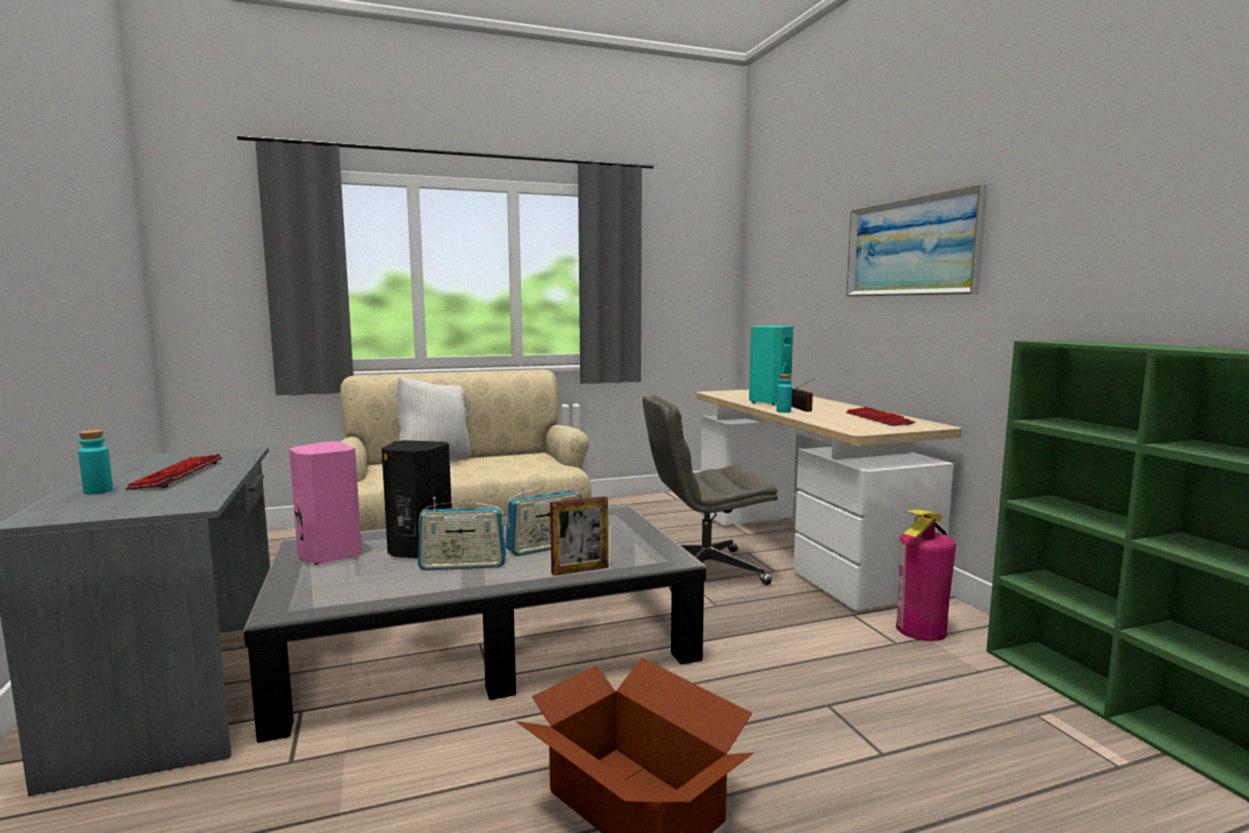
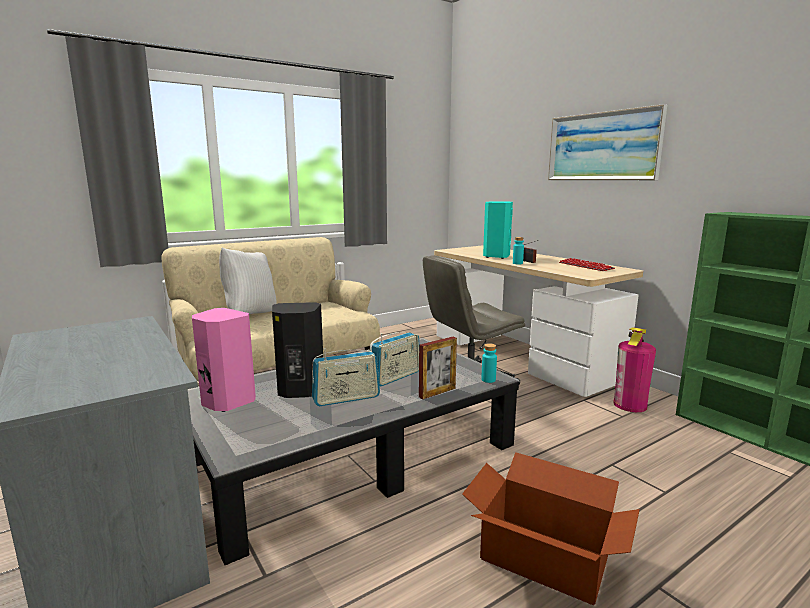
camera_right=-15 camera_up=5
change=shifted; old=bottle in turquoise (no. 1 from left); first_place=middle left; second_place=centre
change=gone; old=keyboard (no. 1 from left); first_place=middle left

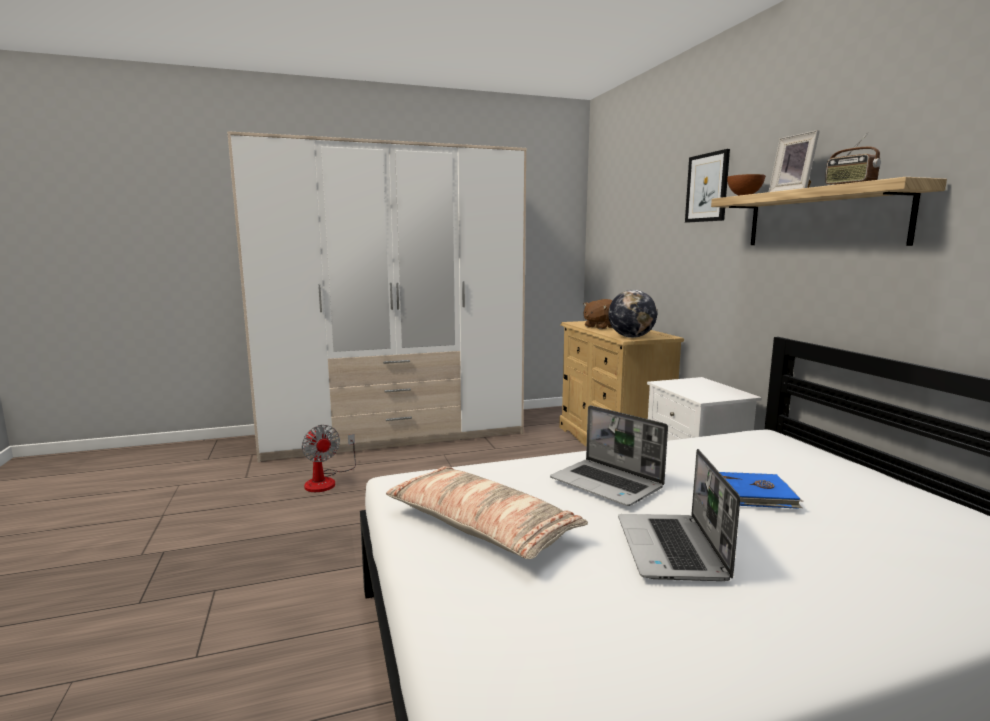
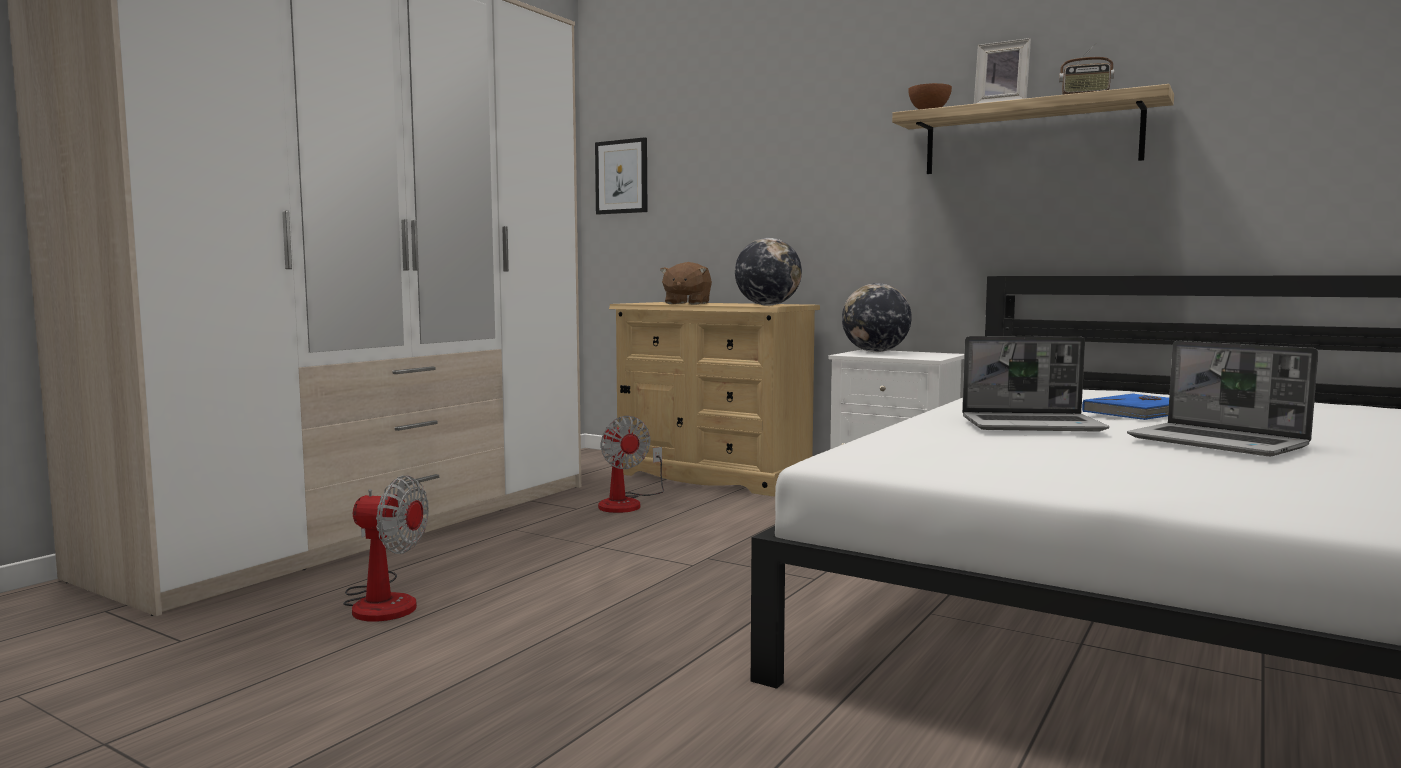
camera_right=-40 camera_up=-5
change=shifted; old=picture; first_place=top right; second_place=top centre
change=gone; old=pillow; first_place=bottom centre
change=new; new=globe (no. 2 from left); second_place=centre
change=new; new=fan (no. 2 from left); second_place=centre

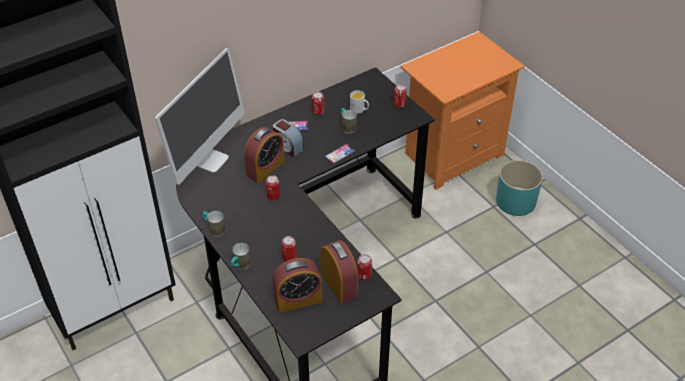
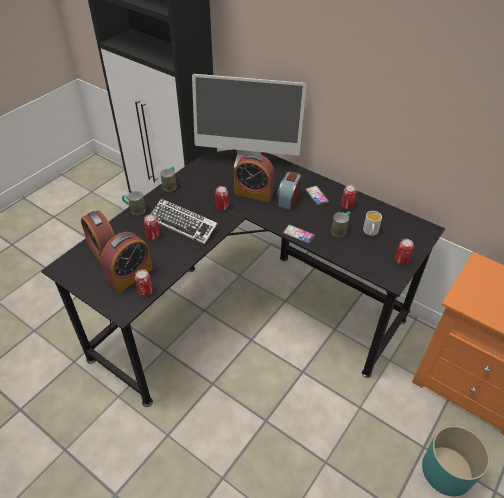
camera_right=70 camera_up=0
change=new; new=keyboard; second_place=centre

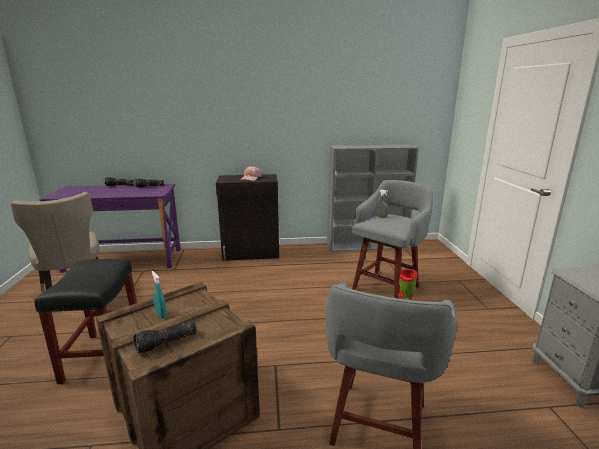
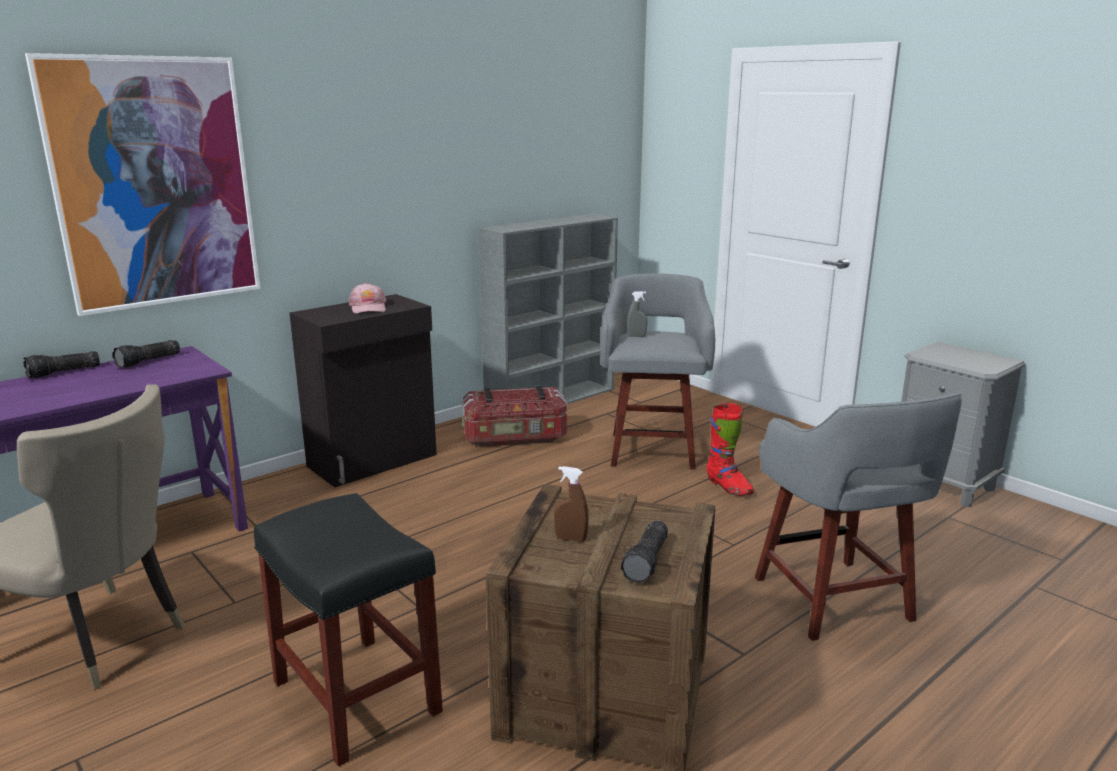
camera_right=-35 camera_up=0
change=repainted; old=spray bottle in turquoise; new=spray bottle in brown; first_place=middle left; second_place=centre
change=new; new=picture; second_place=top left
change=new; new=storage box; second_place=centre

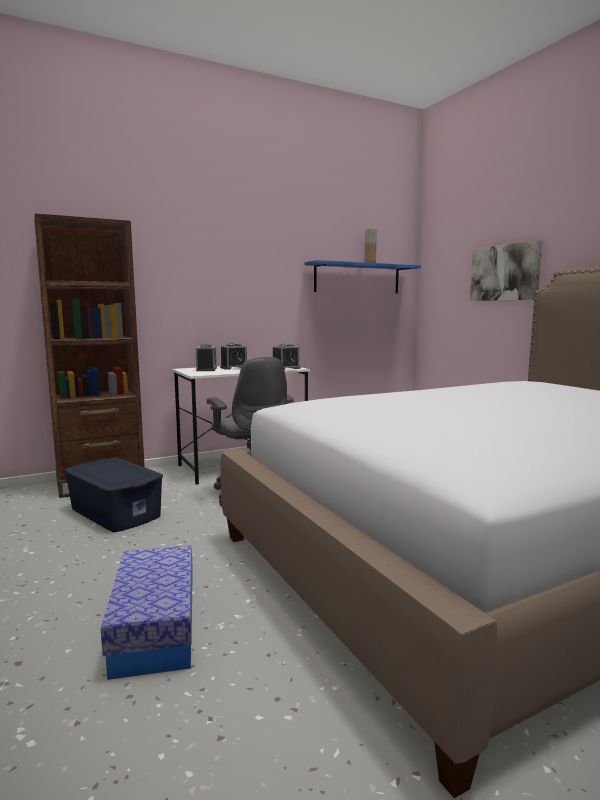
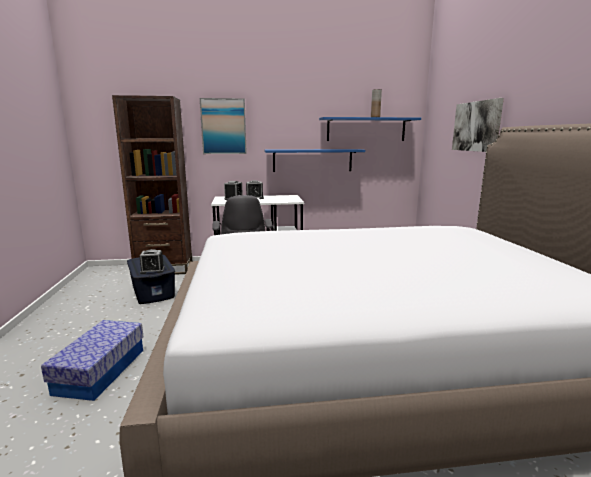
camera_right=20 camera_up=5
change=shifted; old=alarm clock (no. 3 from left in the first image); new=alarm clock (no. 1 from left); first_place=centre; second_place=middle left
change=new; new=picture (no. 1 from left); second_place=top centre
change=new; new=shelf in blue (no. 1 from left); second_place=centre

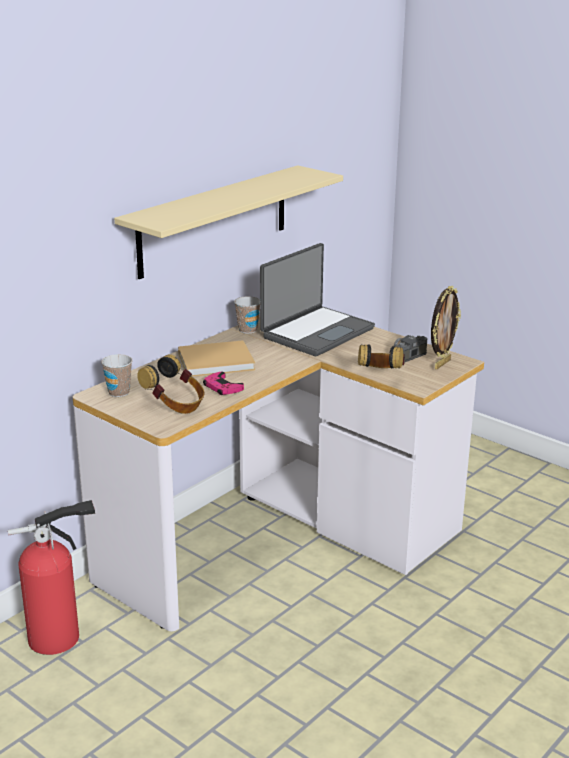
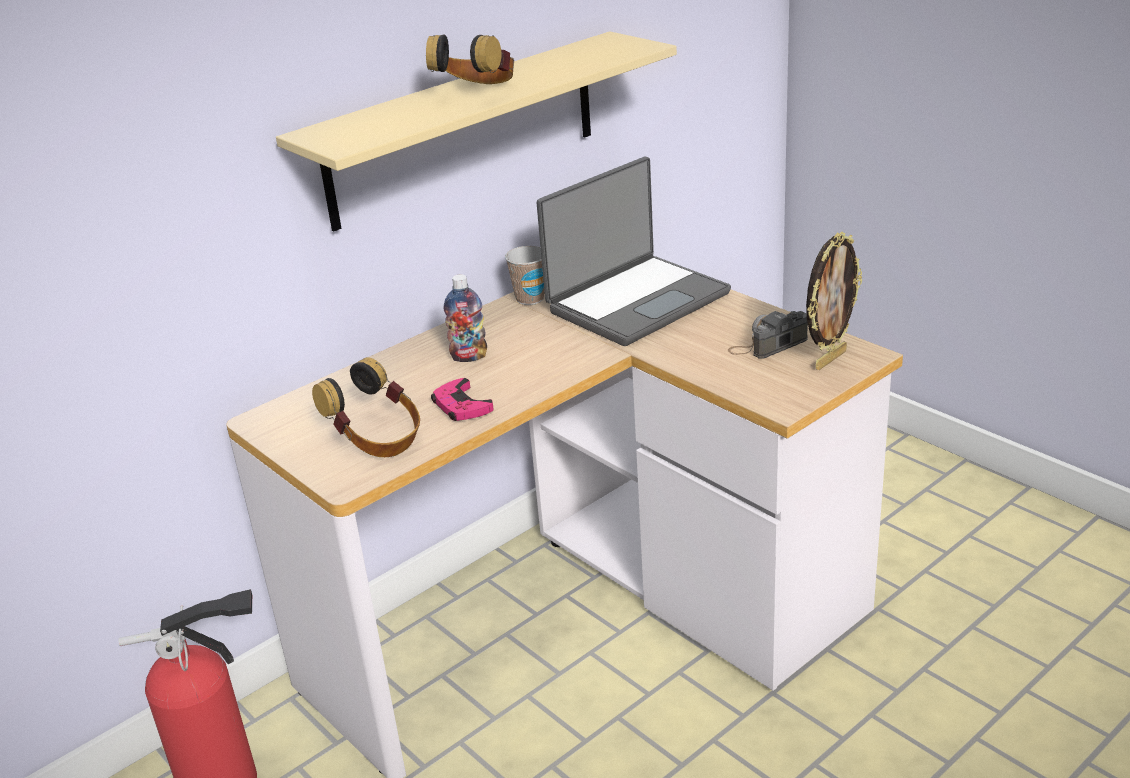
camera_right=10 camera_up=5
change=swapped; old=book in beige; new=bottle; first_place=centre; second_place=centre
change=shifted; old=headphones (no. 2 from left); first_place=middle right; second_place=top centre
change=gone; old=cup (no. 1 from left); first_place=middle left

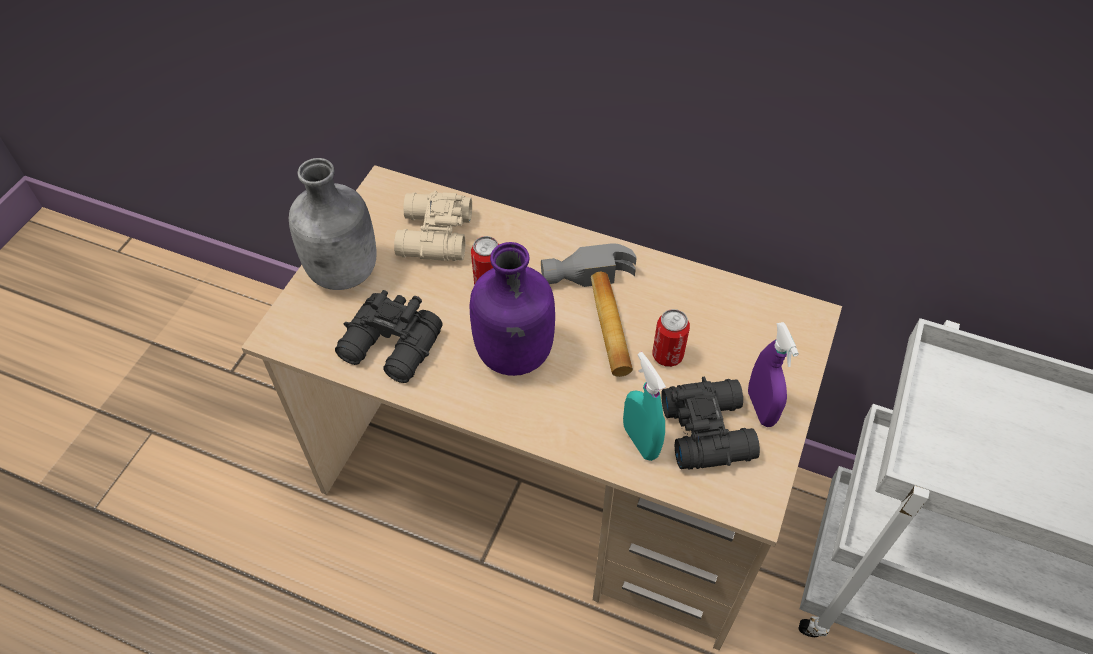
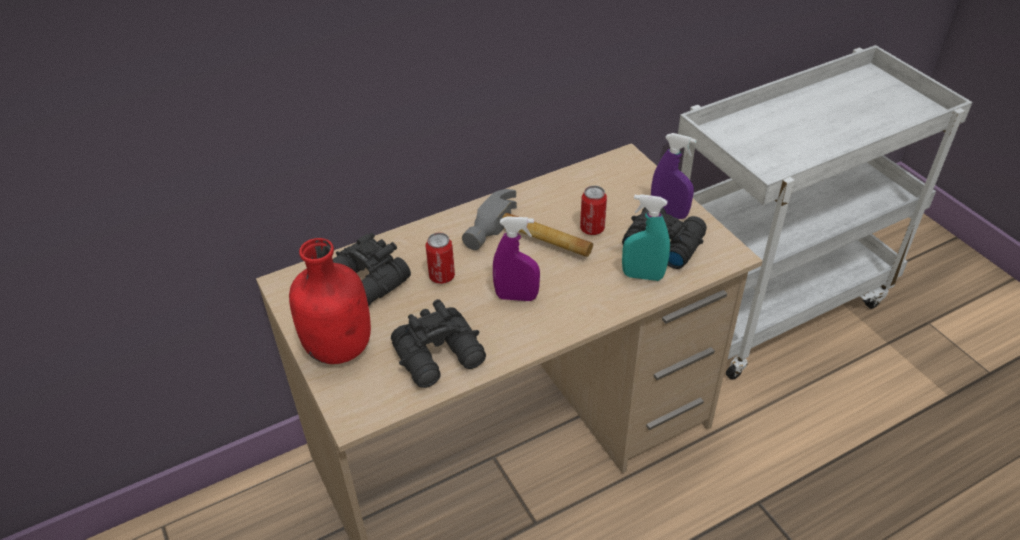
camera_right=-50 camera_up=-10
change=repainted; old=bottle in grey; new=bottle in red; first_place=middle left; second_place=middle left
change=repainted; old=binoculars in beige; new=binoculars in black (no. 1 from left); first_place=centre; second_place=centre
change=swapped; old=bottle in purple; new=spray bottle in purple (no. 1 from left); first_place=centre; second_place=centre

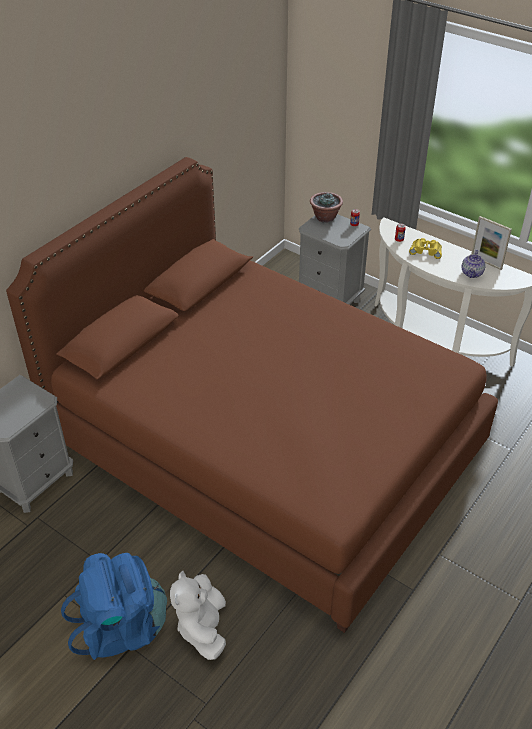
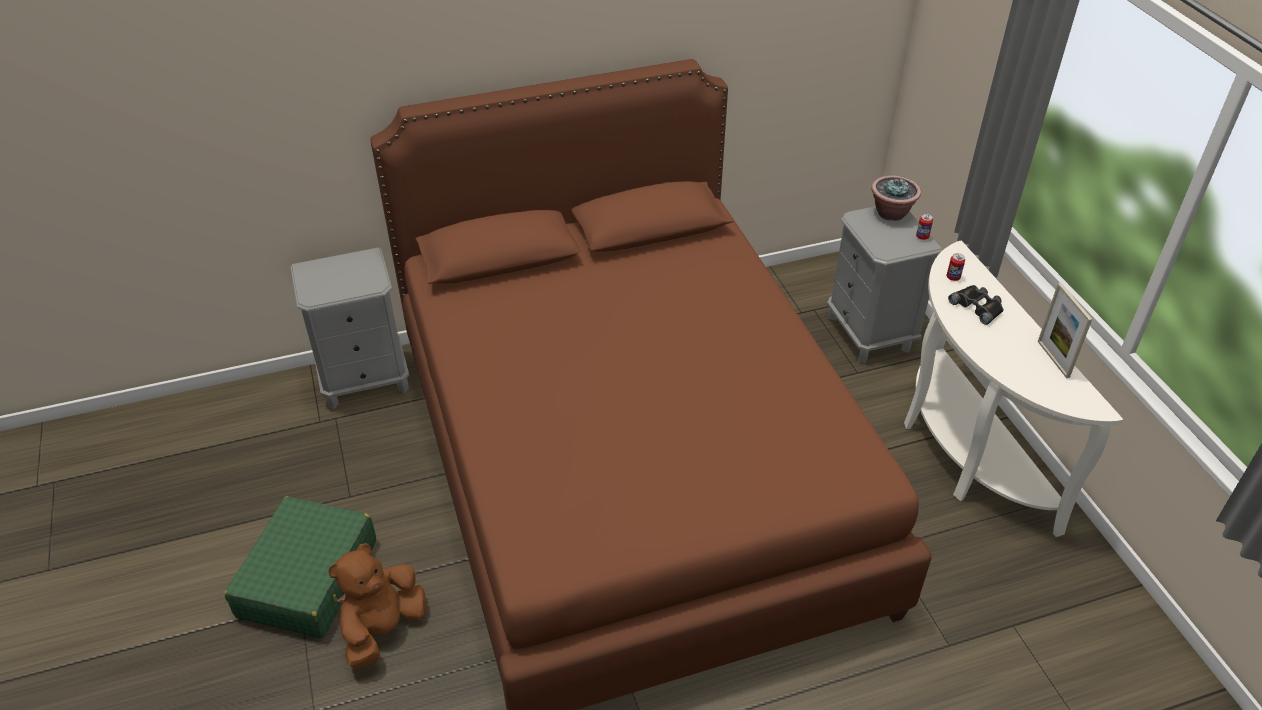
camera_right=35 camera_up=0
change=repainted; old=binoculars in yellow; new=binoculars in black; first_place=middle right; second_place=middle right
change=gone; old=teapot; first_place=middle right
change=swapped; old=backpack in blue; new=suitcase in green; first_place=bottom left; second_place=bottom left
change=repainted; old=plush toy in white; new=plush toy in brown; first_place=bottom centre; second_place=bottom left

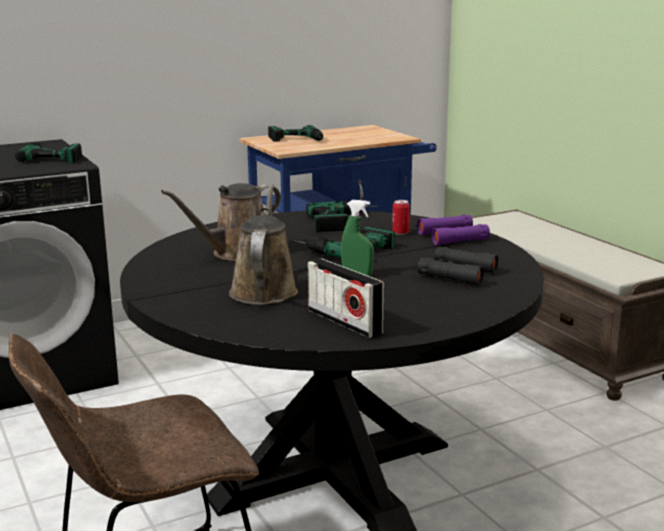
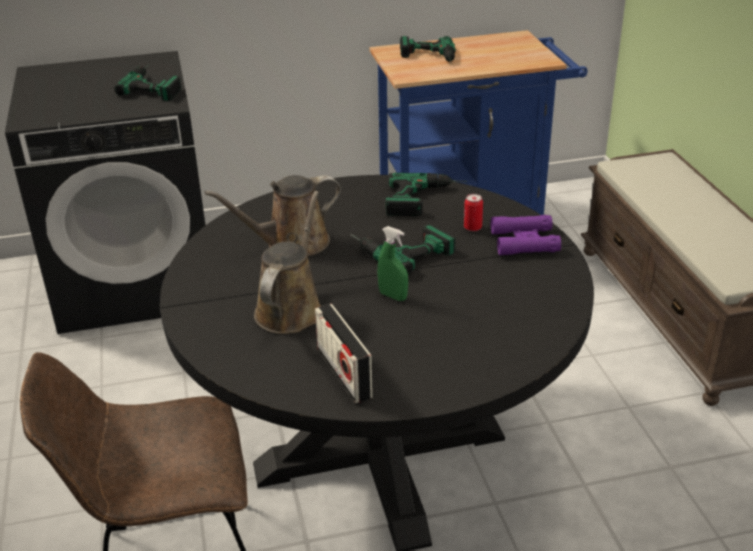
camera_right=15 camera_up=15
change=gone; old=binoculars in black; first_place=middle right

